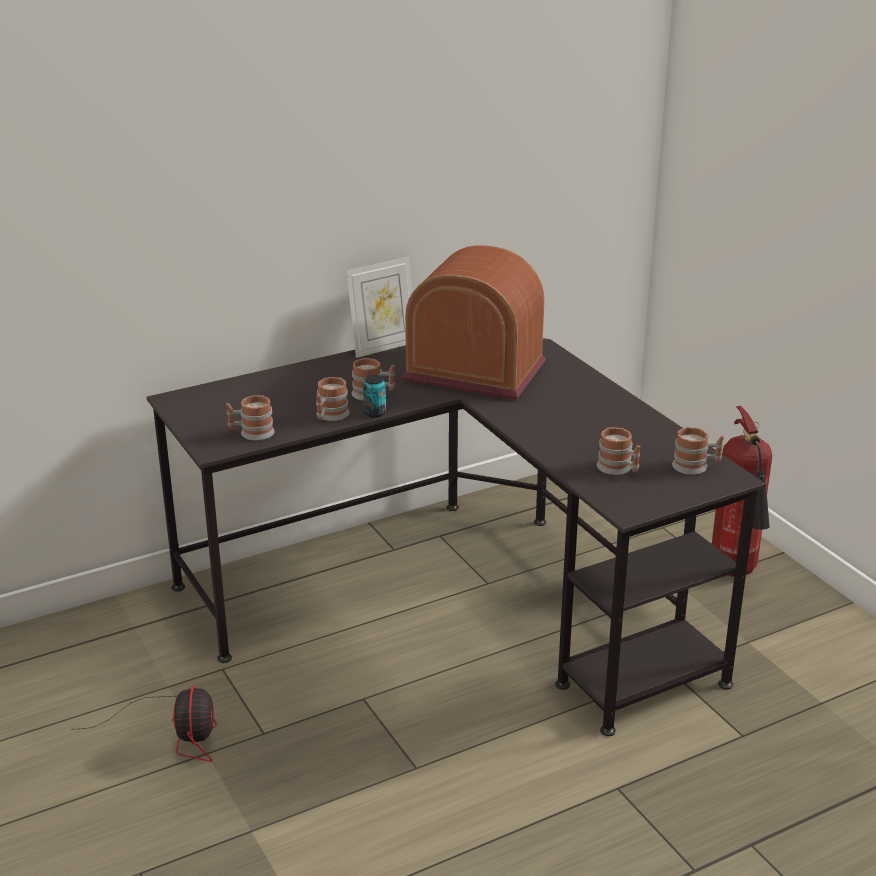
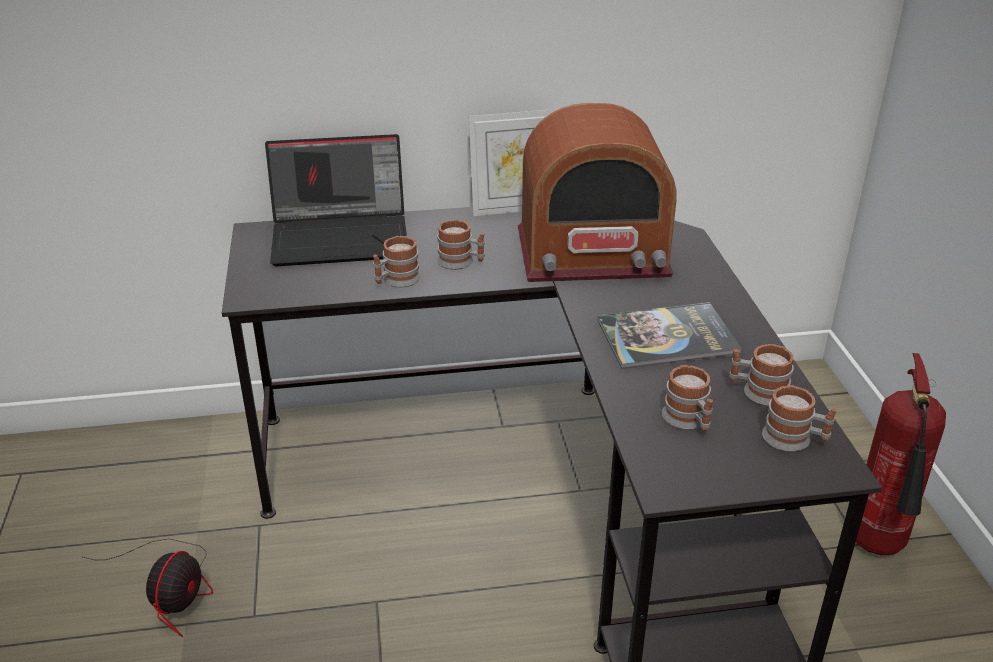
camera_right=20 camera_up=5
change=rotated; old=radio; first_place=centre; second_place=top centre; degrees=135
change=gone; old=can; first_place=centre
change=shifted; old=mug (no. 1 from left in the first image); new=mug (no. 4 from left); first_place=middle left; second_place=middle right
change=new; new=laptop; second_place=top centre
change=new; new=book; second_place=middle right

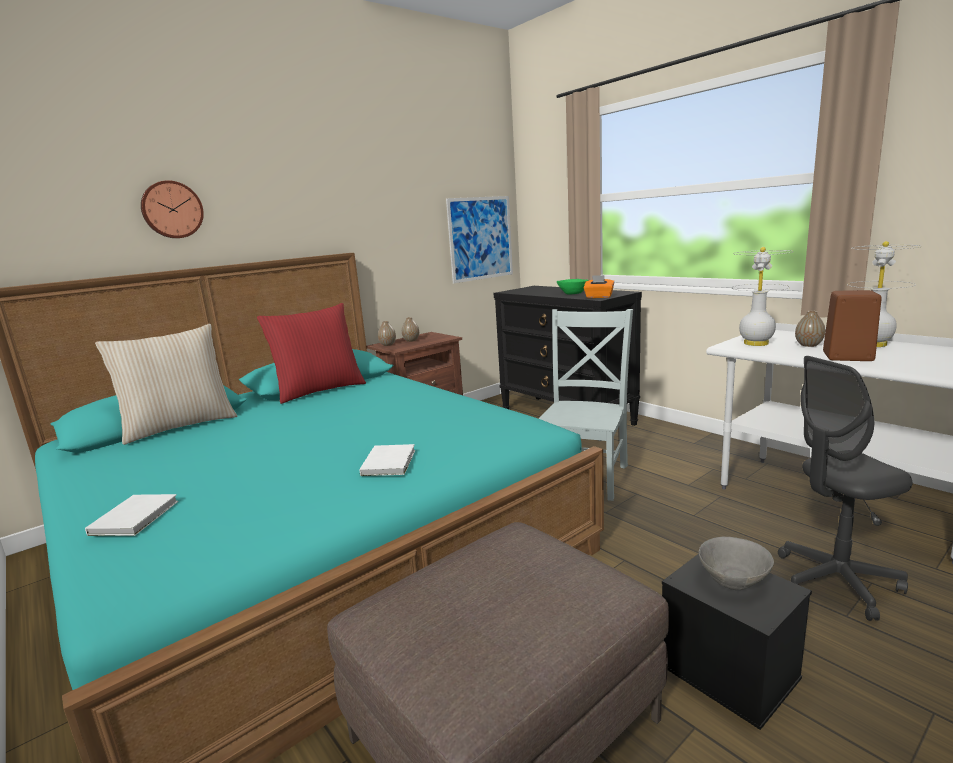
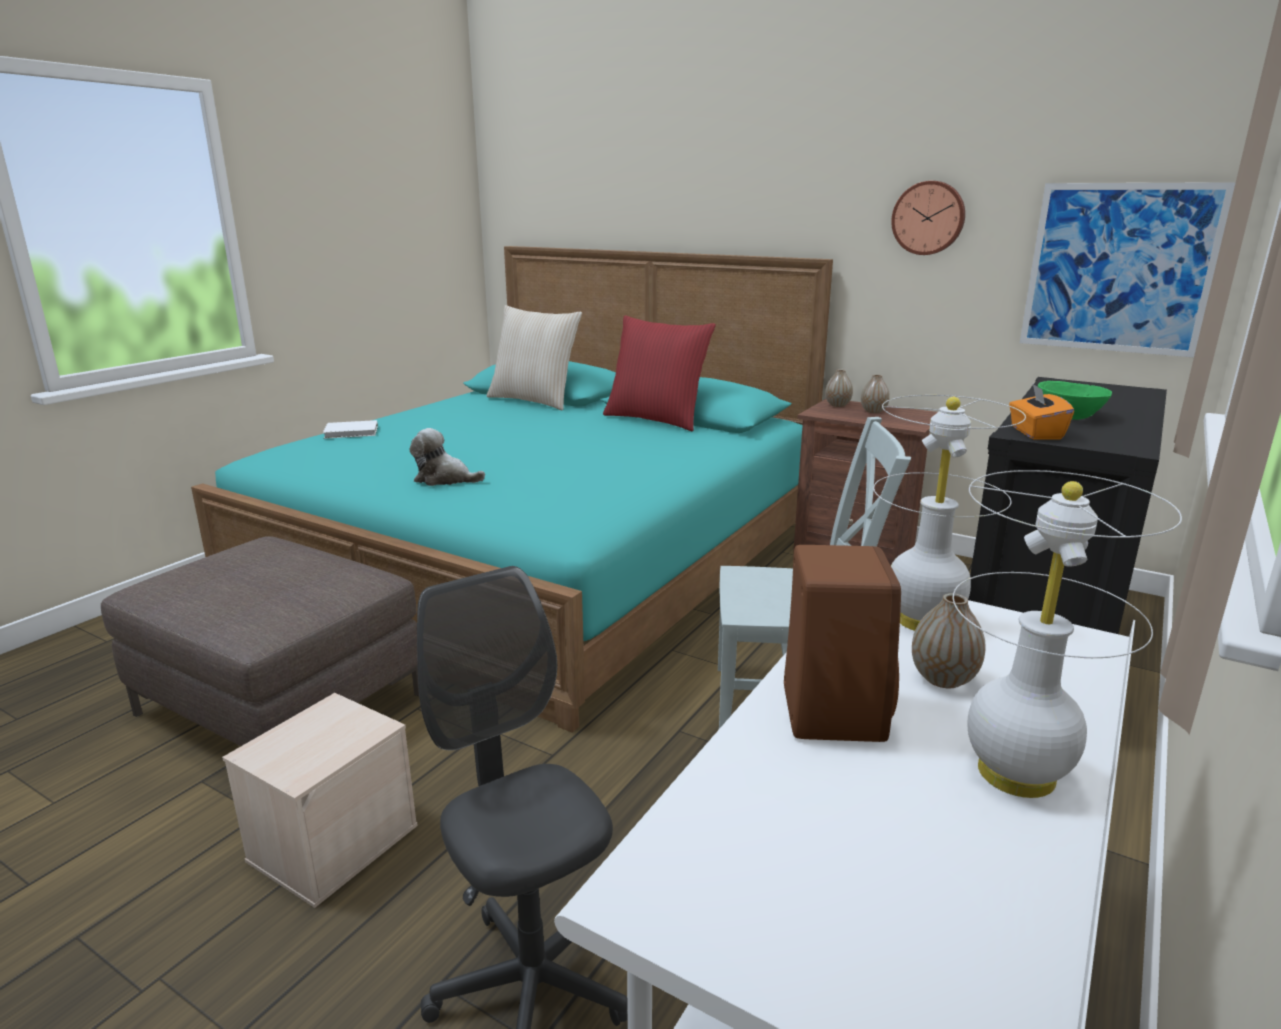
camera_right=70 camera_up=5
change=shifted; old=wall clock; first_place=top left; second_place=top right
change=swapped; old=book in white (no. 2 from left); new=plush toy; first_place=centre; second_place=centre
change=gone; old=bowl in grey; first_place=bottom right
change=repainted; old=storage box in black; new=storage box in beige; first_place=bottom right; second_place=bottom left

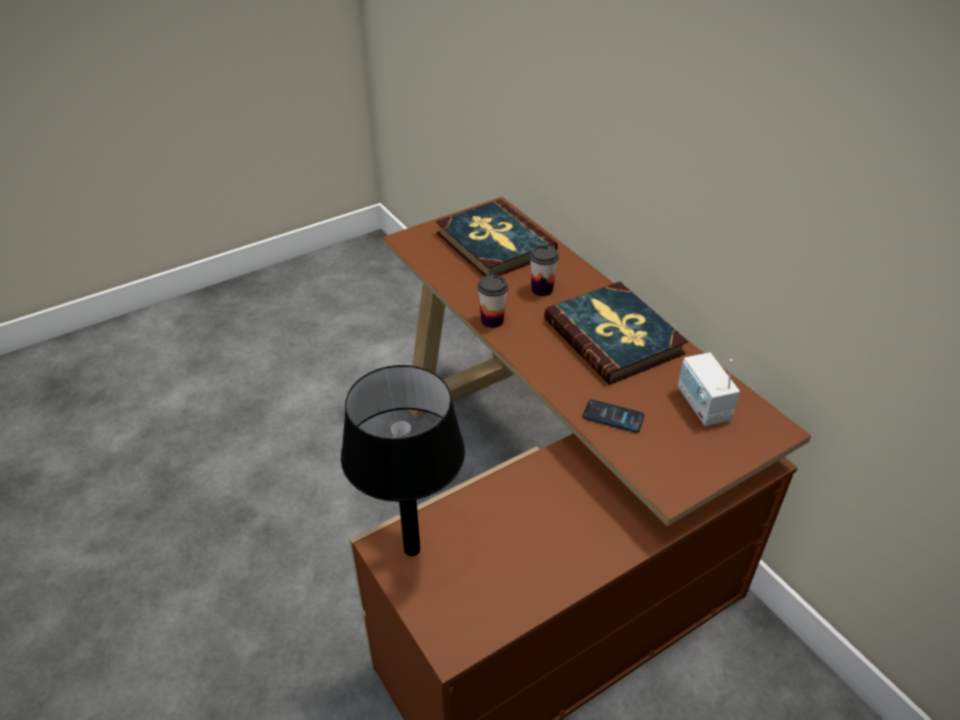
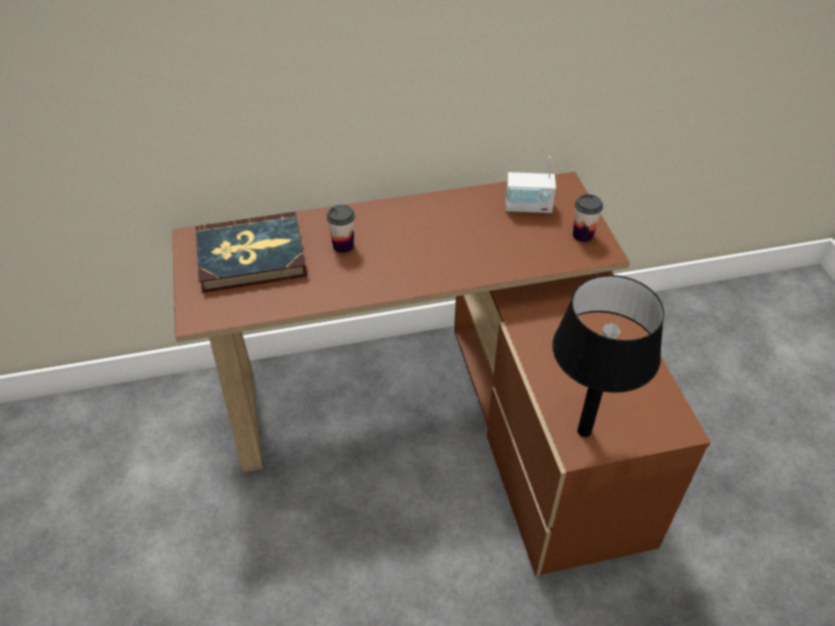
camera_right=-70 camera_up=5
change=shifted; old=cup (no. 1 from left in the first image); new=cup (no. 2 from left); first_place=centre; second_place=middle right
change=gone; old=book (no. 2 from left); first_place=centre
change=gone; old=phone; first_place=centre

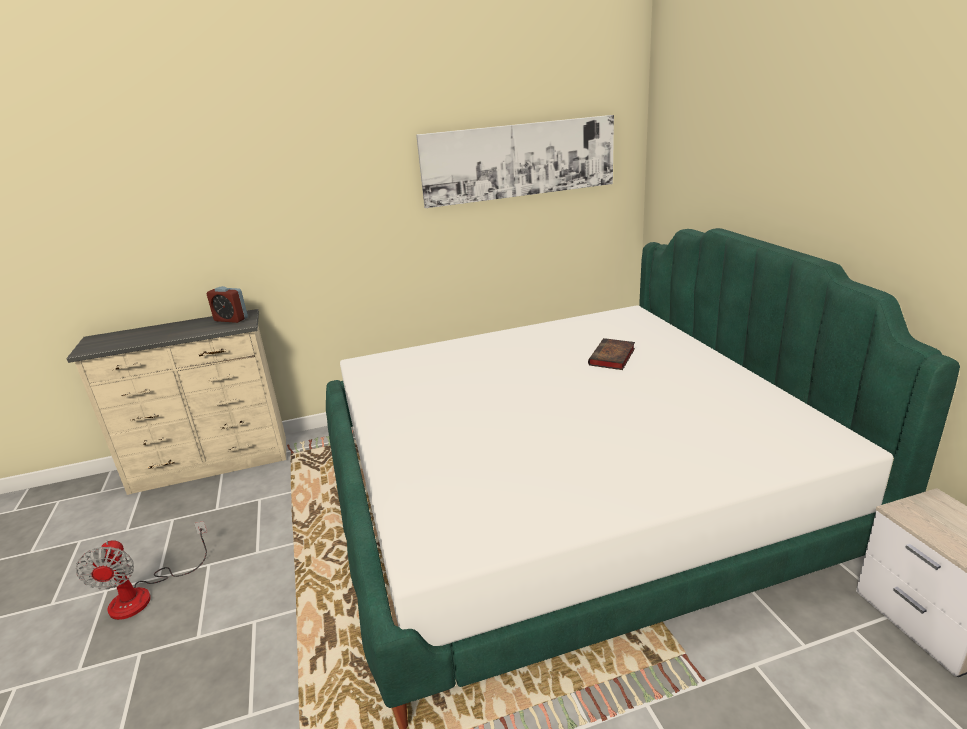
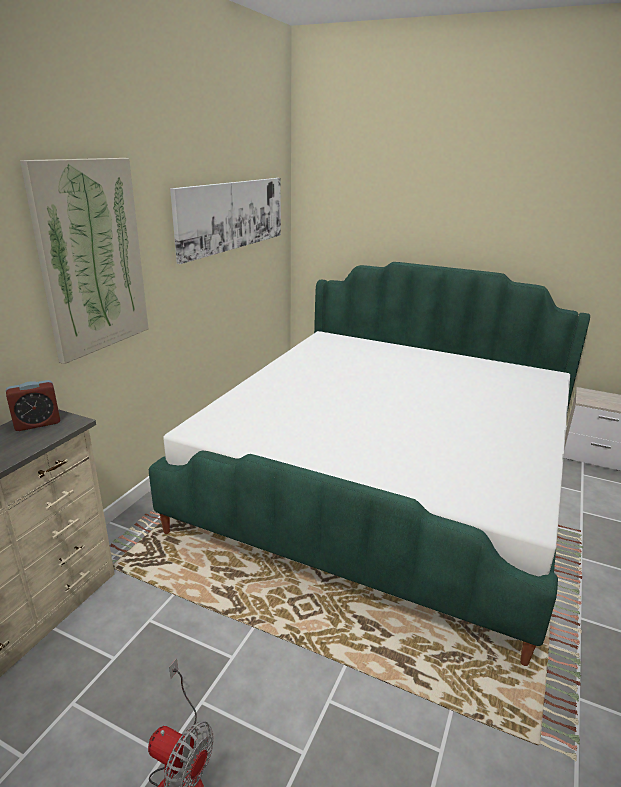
camera_right=-50 camera_up=0
change=gone; old=book; first_place=centre
change=new; new=picture (no. 1 from left); second_place=top left

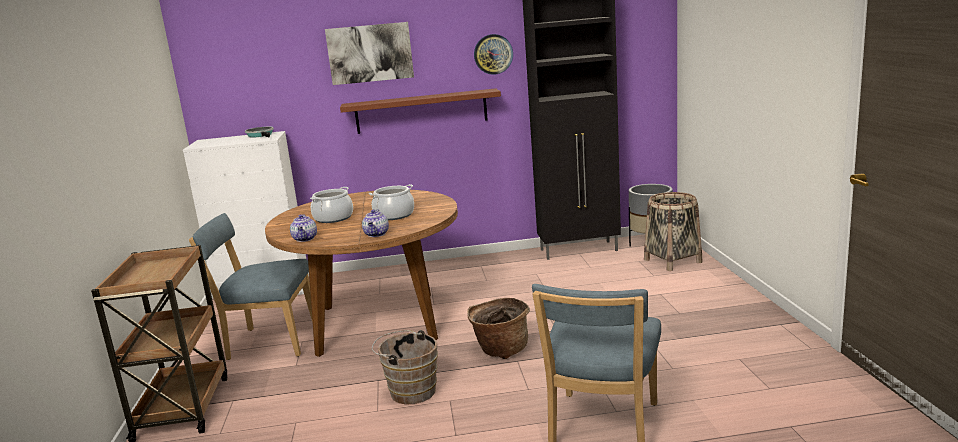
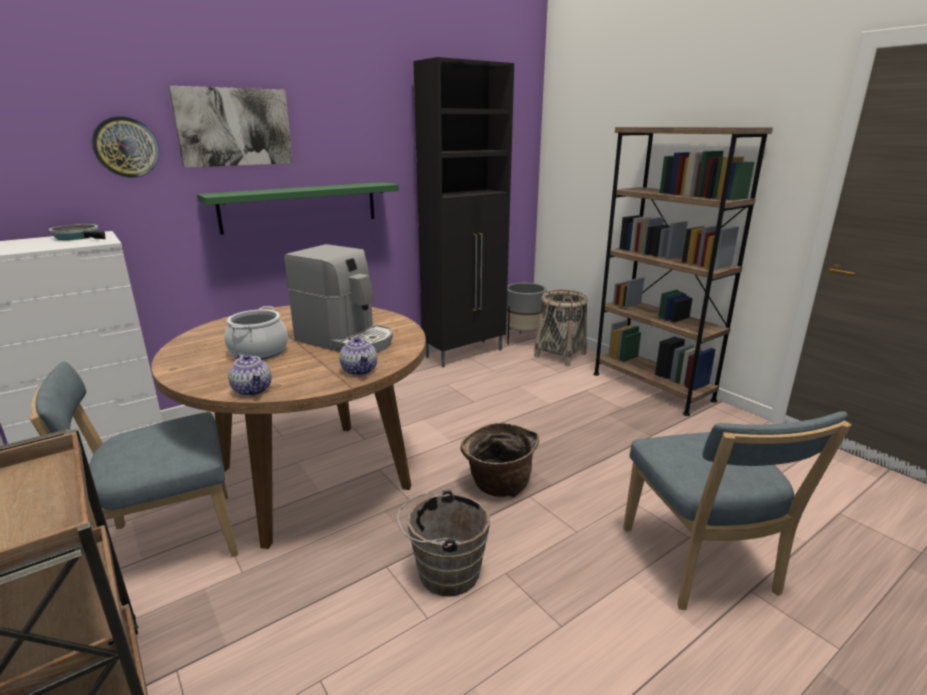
camera_right=-30 camera_up=5
change=shifted; old=wall clock; first_place=top centre; second_place=top left
change=repainted; old=shelf in brown; new=shelf in green; first_place=top centre; second_place=top left
change=swapped; old=cooking pot (no. 2 from left); new=coffee machine; first_place=centre; second_place=centre
change=new; new=bookcase in brown; second_place=middle right

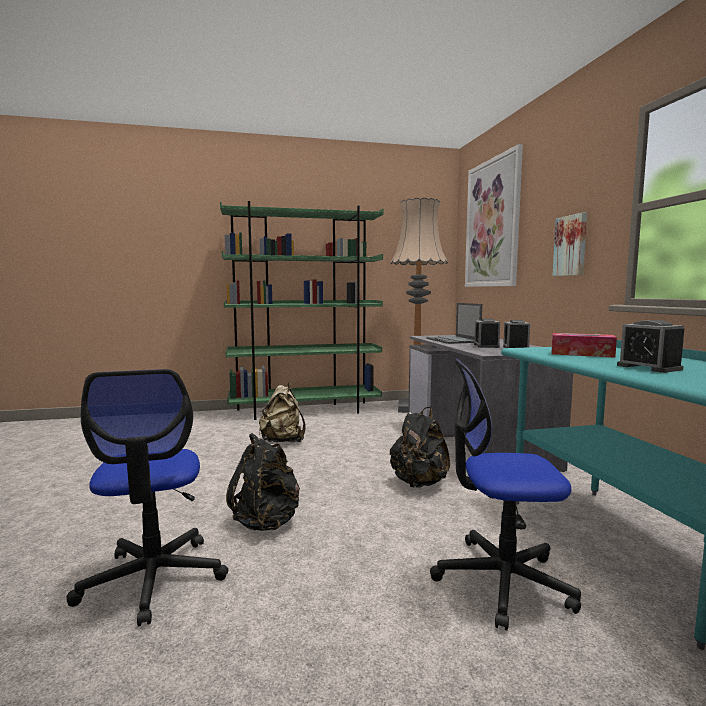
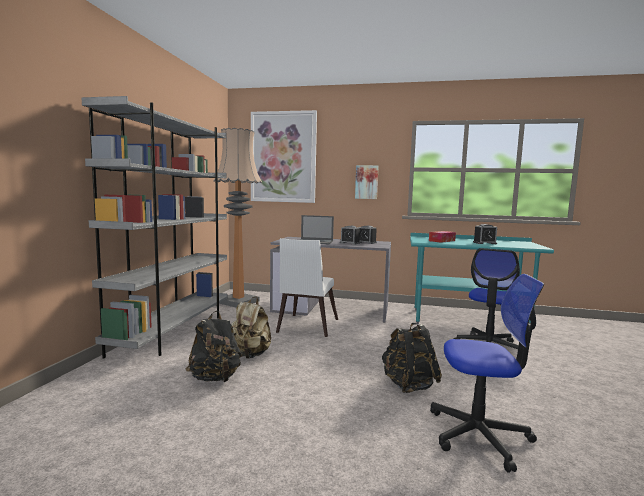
camera_right=-65 camera_up=0
change=repainted; old=bookcase in green; new=bookcase in grey; first_place=centre; second_place=middle left
change=shifted; old=backpack in black (no. 2 from left in the first image); new=backpack in black (no. 1 from left); first_place=centre; second_place=bottom left
change=new; new=chair in white; second_place=centre

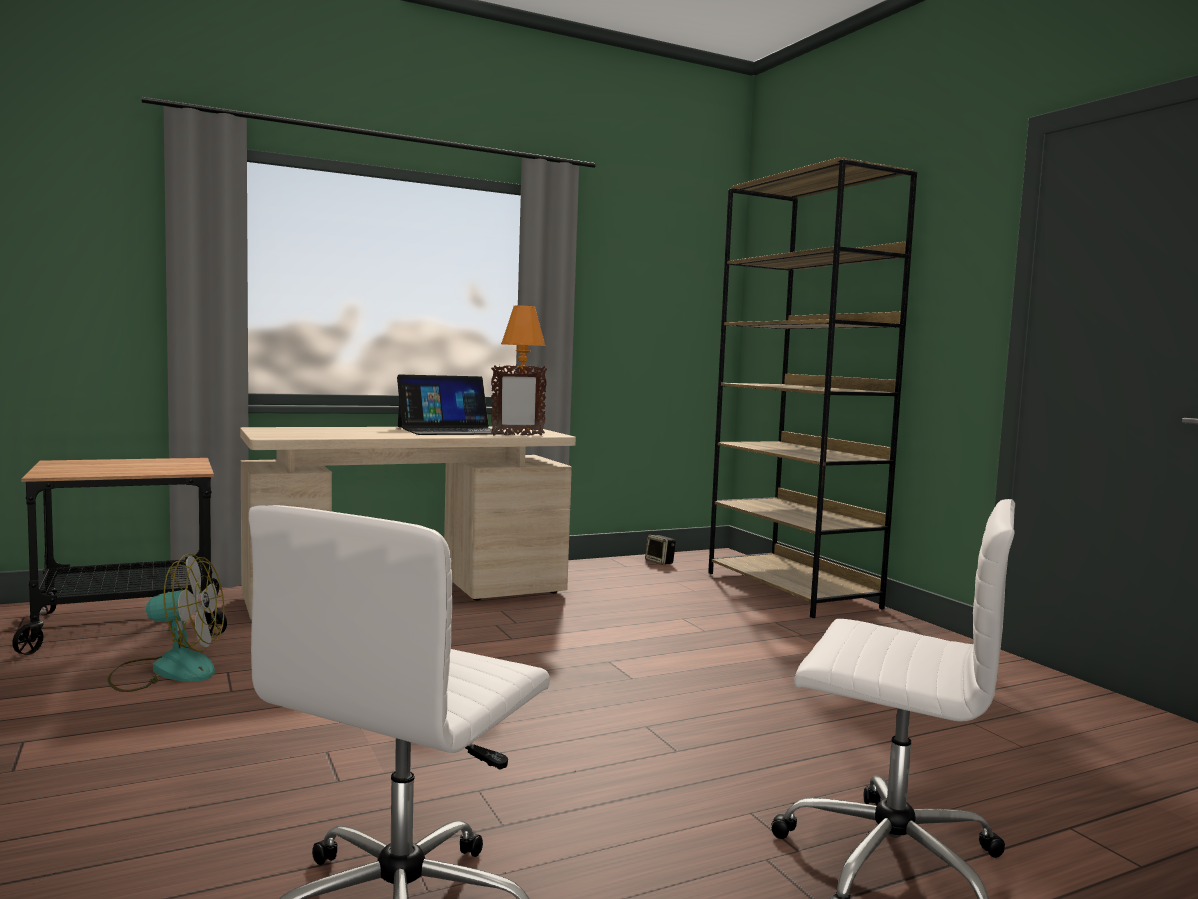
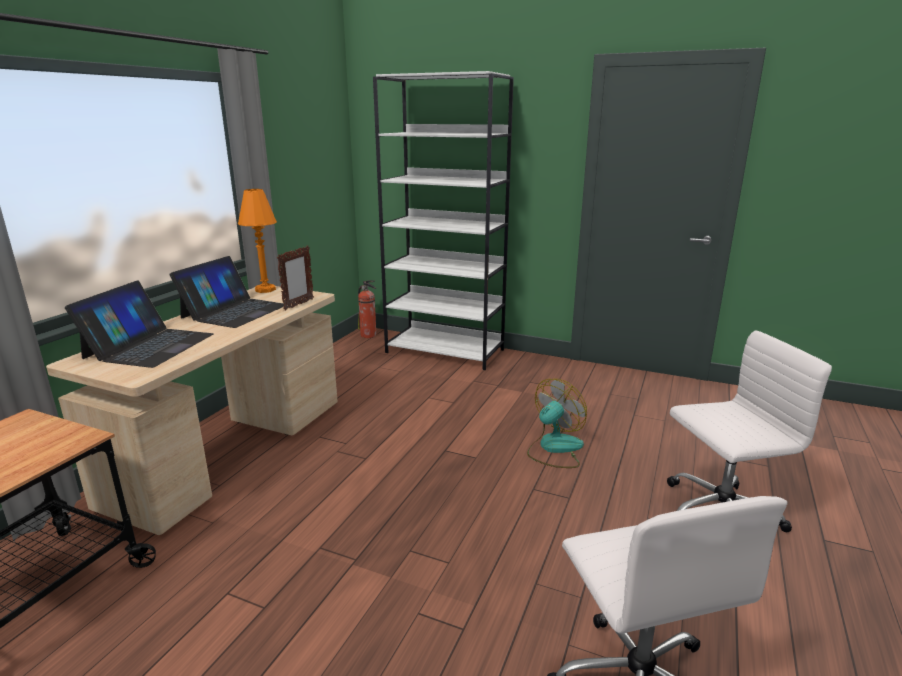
camera_right=-40 camera_up=15
change=repainted; old=bookcase in brown; new=bookcase in white; first_place=middle right; second_place=top centre
change=gone; old=speaker; first_place=centre
change=shifted; old=fan; first_place=bottom left; second_place=centre
change=new; new=laptop (no. 1 from left); second_place=middle left
change=new; new=fire extinguisher; second_place=centre

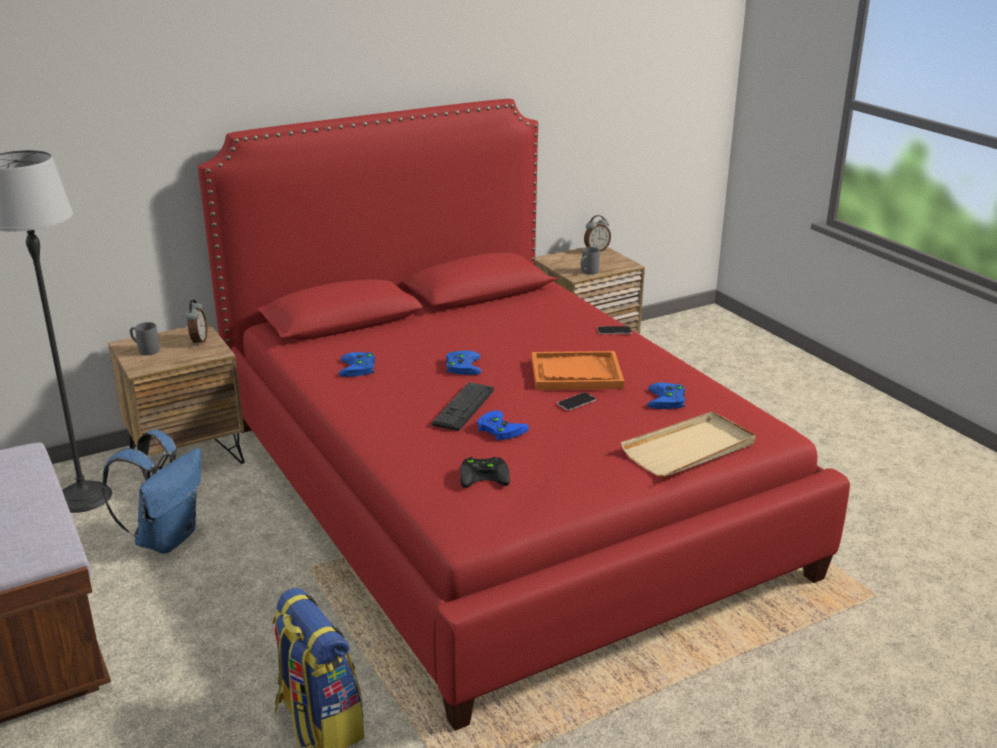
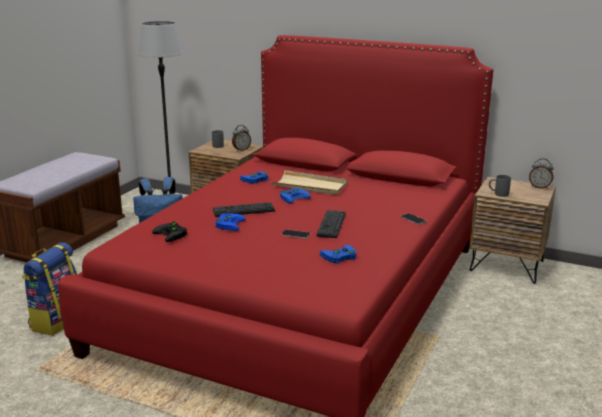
camera_right=55 camera_up=-5
change=swapped; old=tray in orange; new=keyboard (no. 2 from left); first_place=centre; second_place=centre
change=shifted; old=tray in beige; first_place=middle right; second_place=centre

